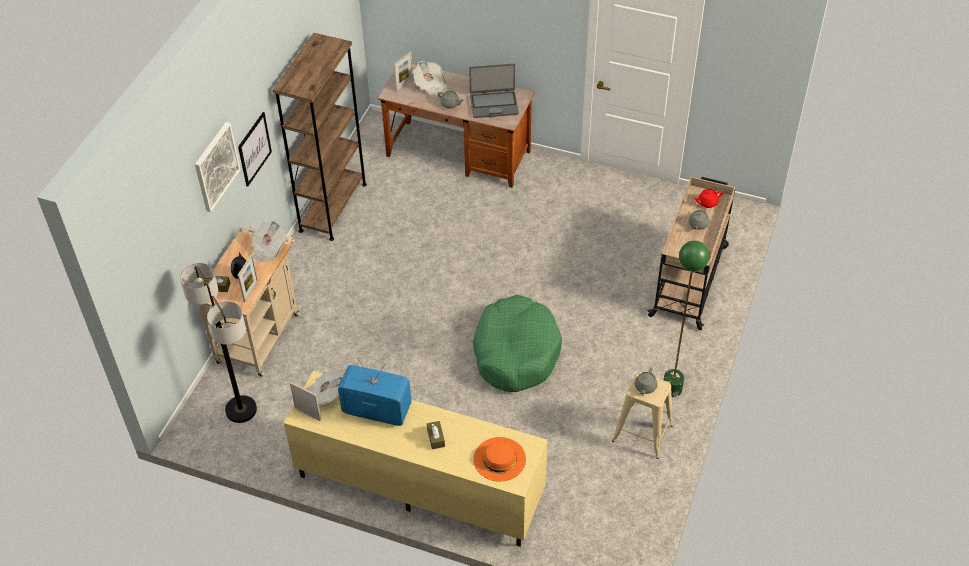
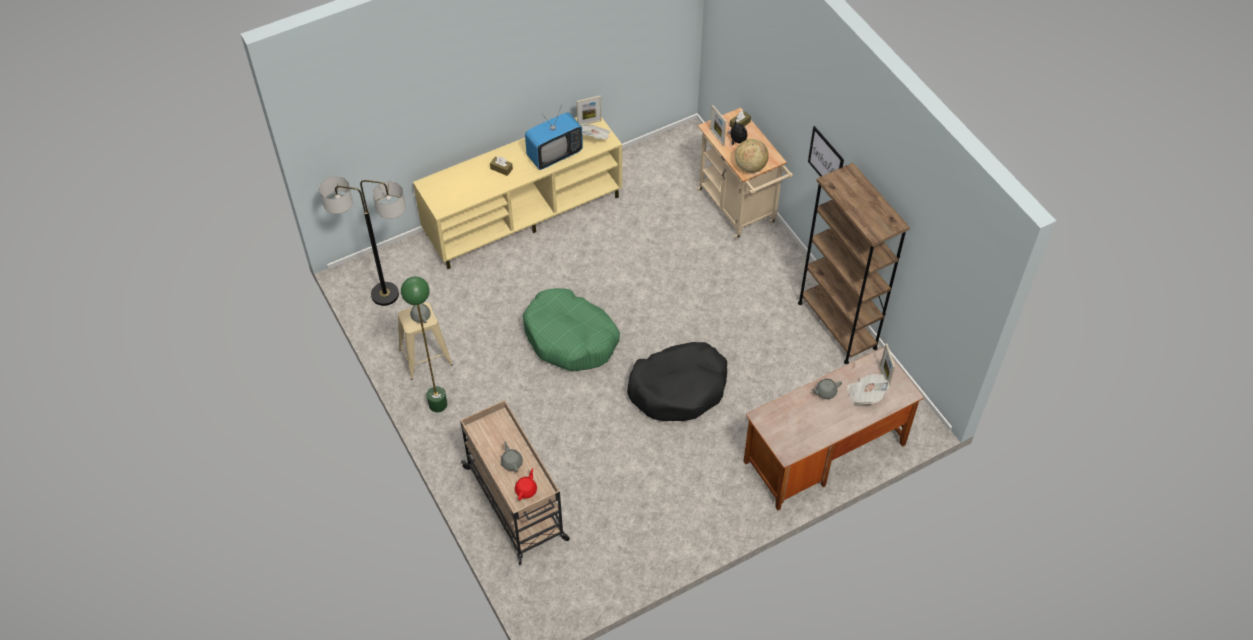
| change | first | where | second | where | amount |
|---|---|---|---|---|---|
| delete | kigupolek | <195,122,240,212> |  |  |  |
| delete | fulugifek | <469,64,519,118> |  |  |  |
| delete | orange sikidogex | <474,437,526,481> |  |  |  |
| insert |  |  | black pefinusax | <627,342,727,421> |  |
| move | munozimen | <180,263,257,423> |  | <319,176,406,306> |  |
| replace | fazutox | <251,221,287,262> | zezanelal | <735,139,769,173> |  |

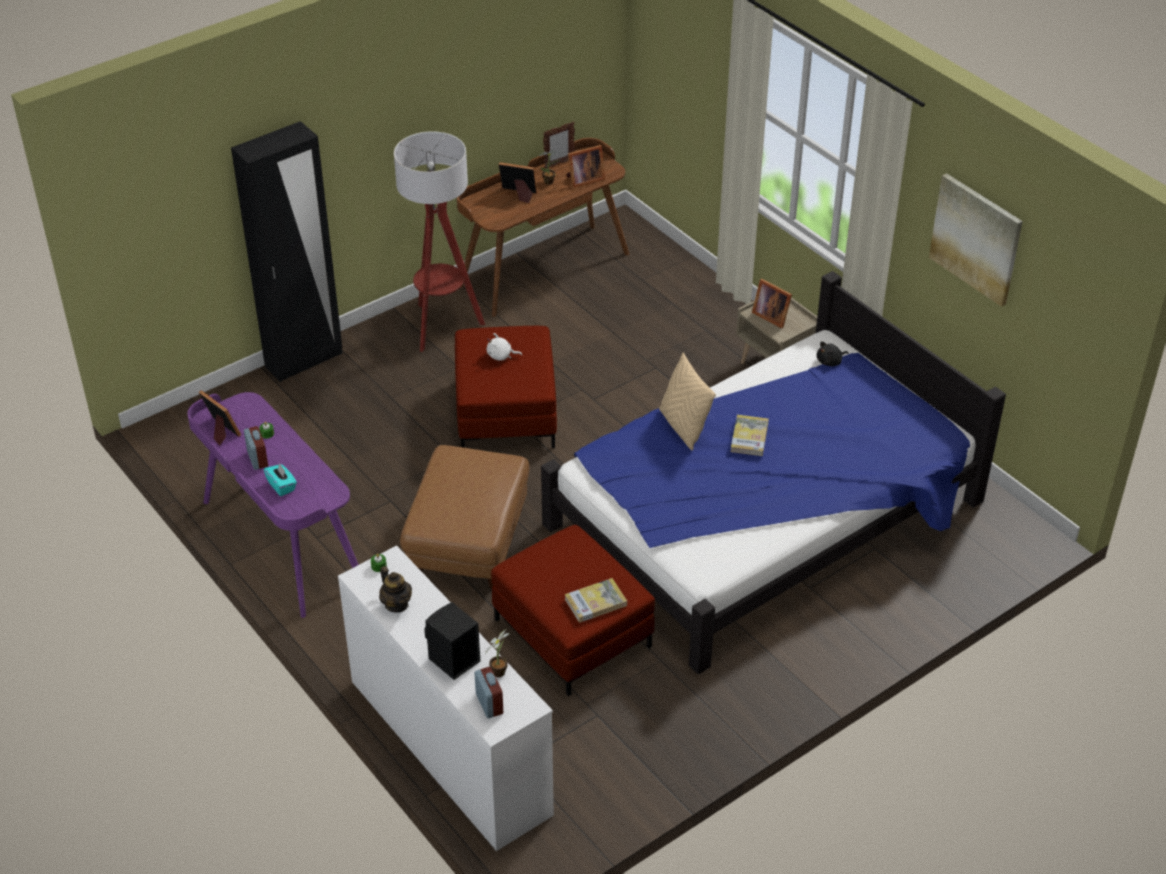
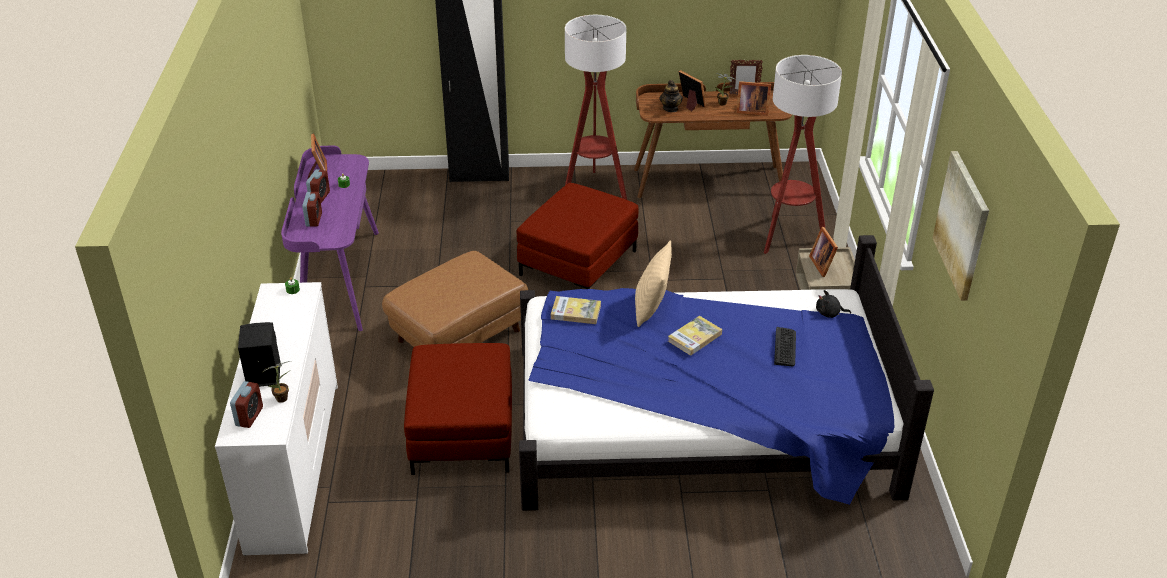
| change | first | where | second | where | amount |
|---|---|---|---|---|---|
| delete | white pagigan | <487,333,522,361> |  |  |  |
| insert |  |  | munozimen | <764,55,842,254> |  |
| insert |  |  | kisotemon | <774,327,796,366> |  |
| move | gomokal | <379,566,412,613> |  | <659,80,683,112> |  |
| move | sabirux | <565,578,627,623> |  | <551,296,601,324> |  |
| replace | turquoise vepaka | <264,463,297,496> | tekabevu | <302,192,322,227> |  |

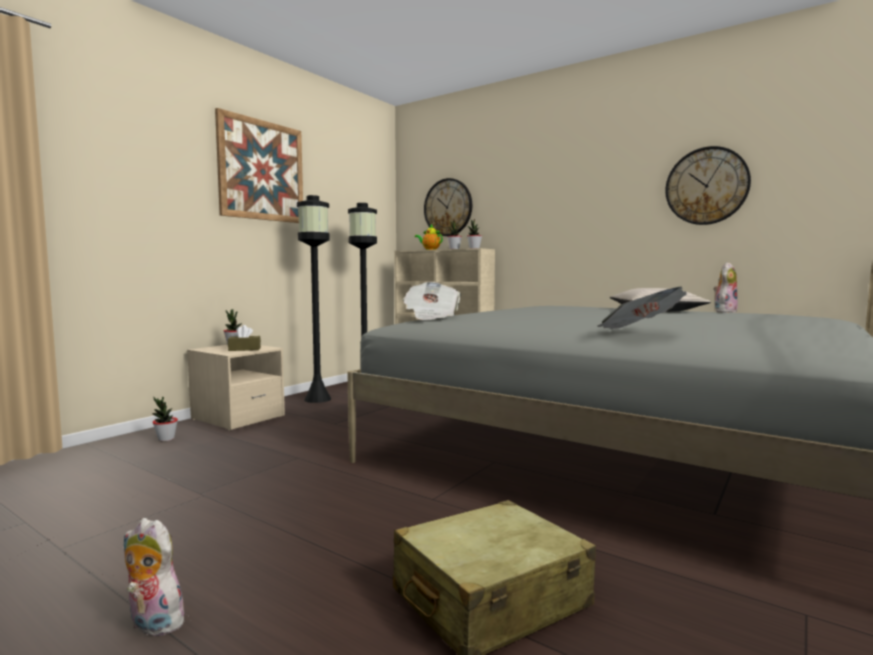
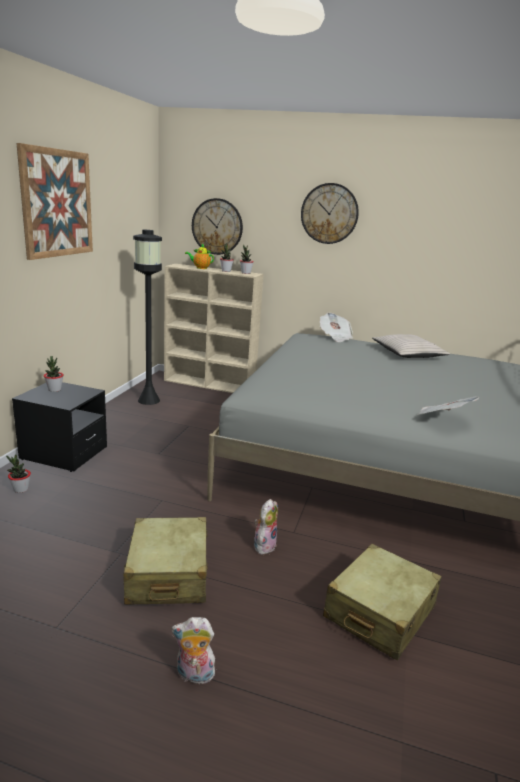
| change | first | where | second | where | amount |
|---|---|---|---|---|---|
| delete | brown vepaka | <228,325,261,351> |  |  |  |
| delete | black munozimen | <297,195,331,403> |  |  |  |
| insert |  |  | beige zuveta | <123,517,208,605> |  |
| move | fazutox | <403,282,461,320> |  | <320,313,353,342> |  |
| move | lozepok | <665,146,751,225> |  | <301,183,359,244> |  |
| move | pagigan | <714,262,738,313> |  | <254,499,278,554> |  |
| recolor | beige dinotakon | <187,345,285,431> | black dinotakon | <12,382,107,472> |  |

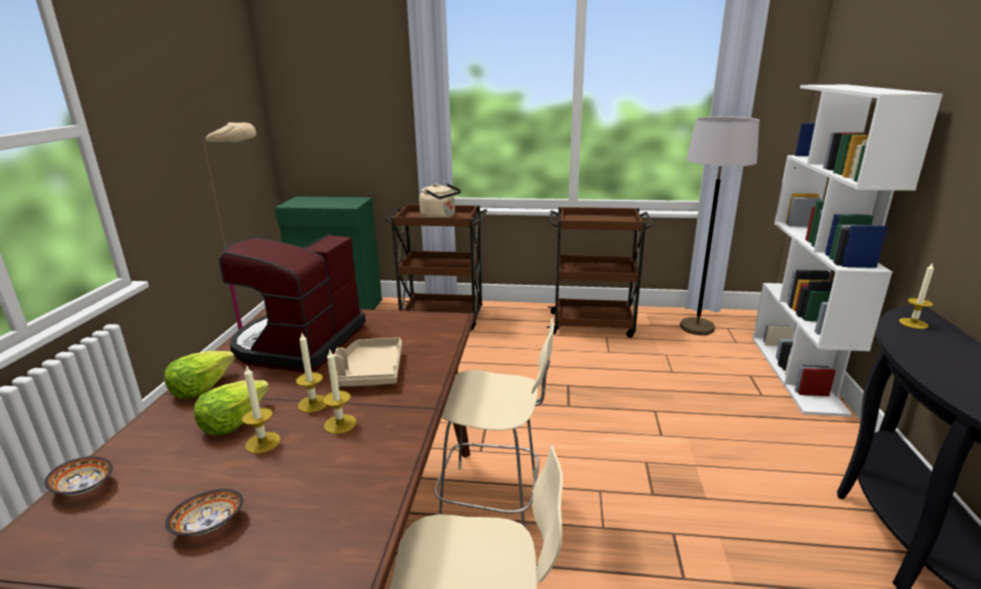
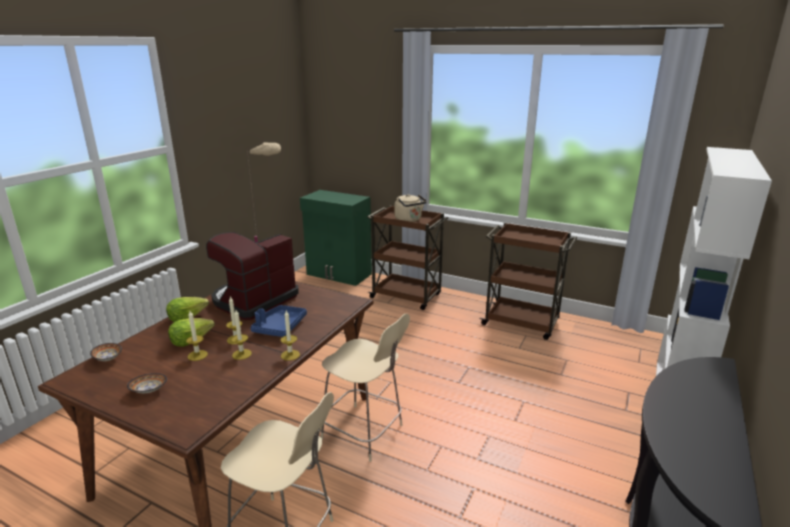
| change | first | where | second | where | amount |
|---|---|---|---|---|---|
| delete | grey munozimen | <680,116,759,335> |  |  |  |
| move | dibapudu | <899,262,934,329> |  | <281,311,300,361> |  |
| recolor | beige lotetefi | <334,338,402,387> | blue lotetefi | <250,305,307,337> |  |

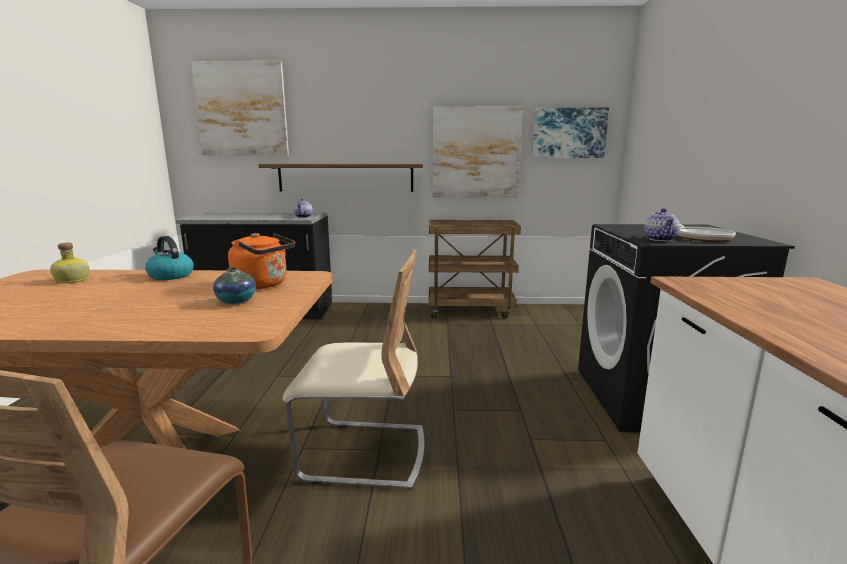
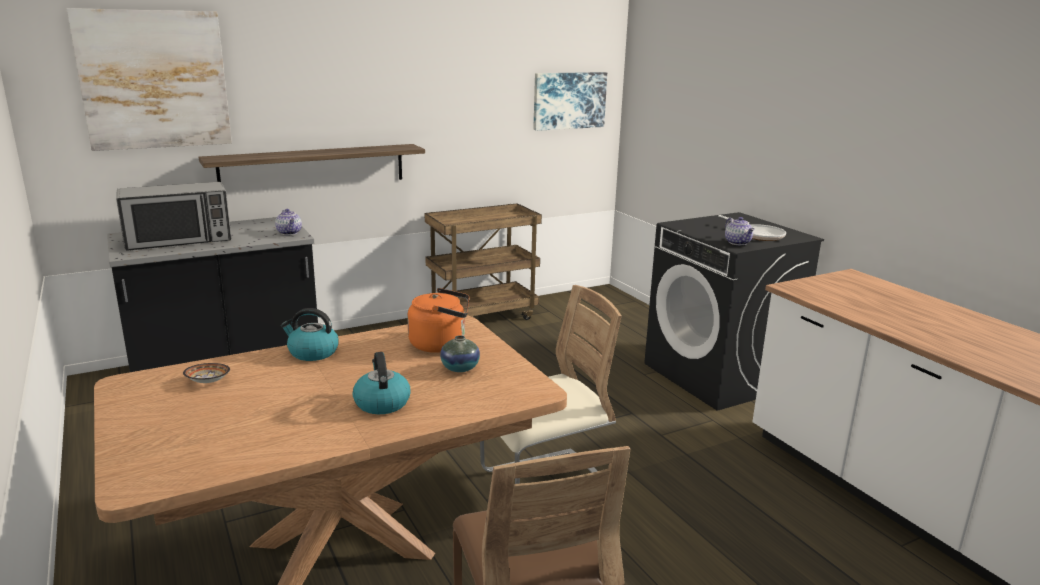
| change | first | where | second | where | amount |
|---|---|---|---|---|---|
| delete | kigupolek | <433,107,523,198> |  |  |  |
| insert |  |  | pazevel | <116,182,231,251> |  |
| insert |  |  | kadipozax | <353,352,410,414> |  |
| replace | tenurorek | <50,243,89,283> | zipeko | <183,363,230,383> |  |

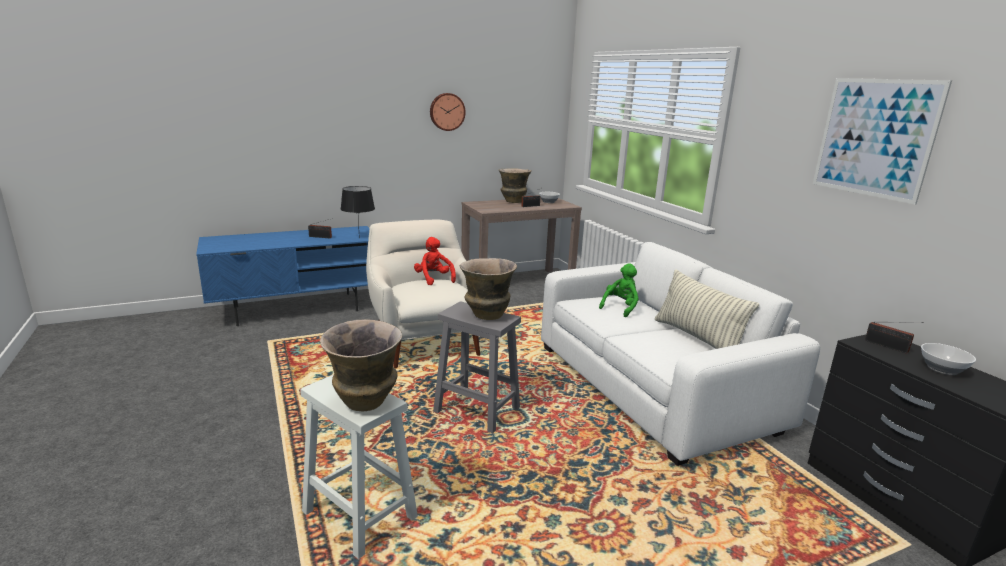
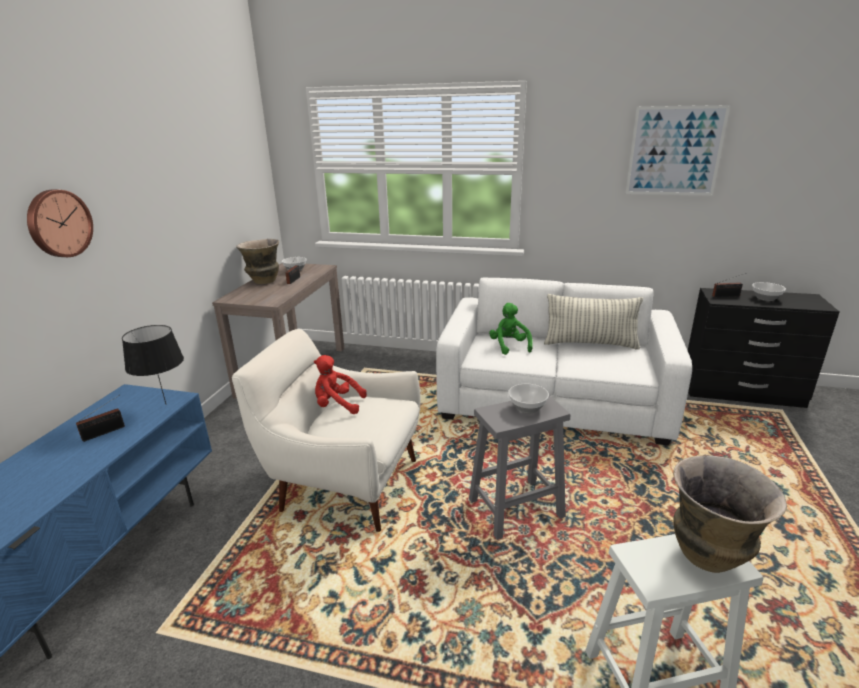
| change | first | where | second | where | amount |
|---|---|---|---|---|---|
| move | lozepok | <430,93,466,131> |  | <27,190,93,257> |  |
| replace | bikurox | <460,258,517,320> | zipeko | <508,384,549,414> |  |

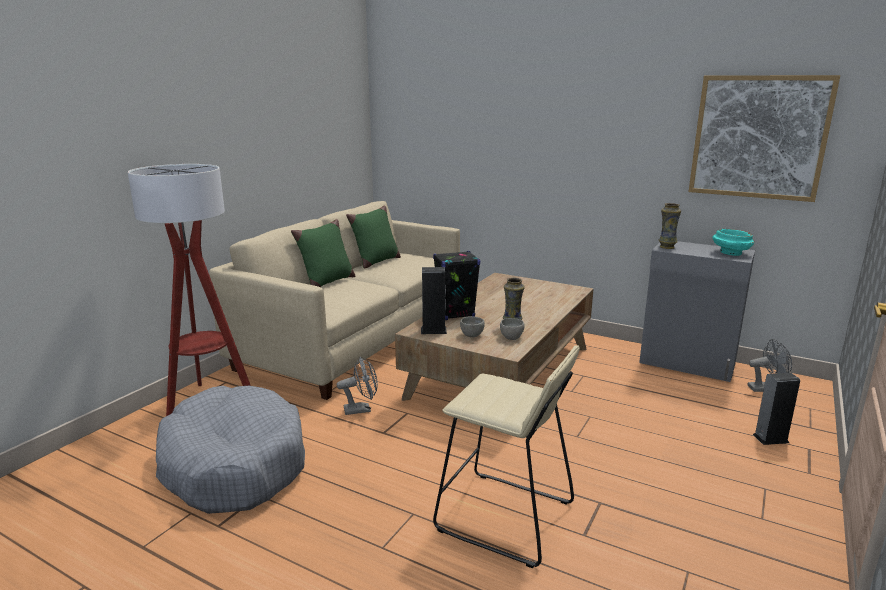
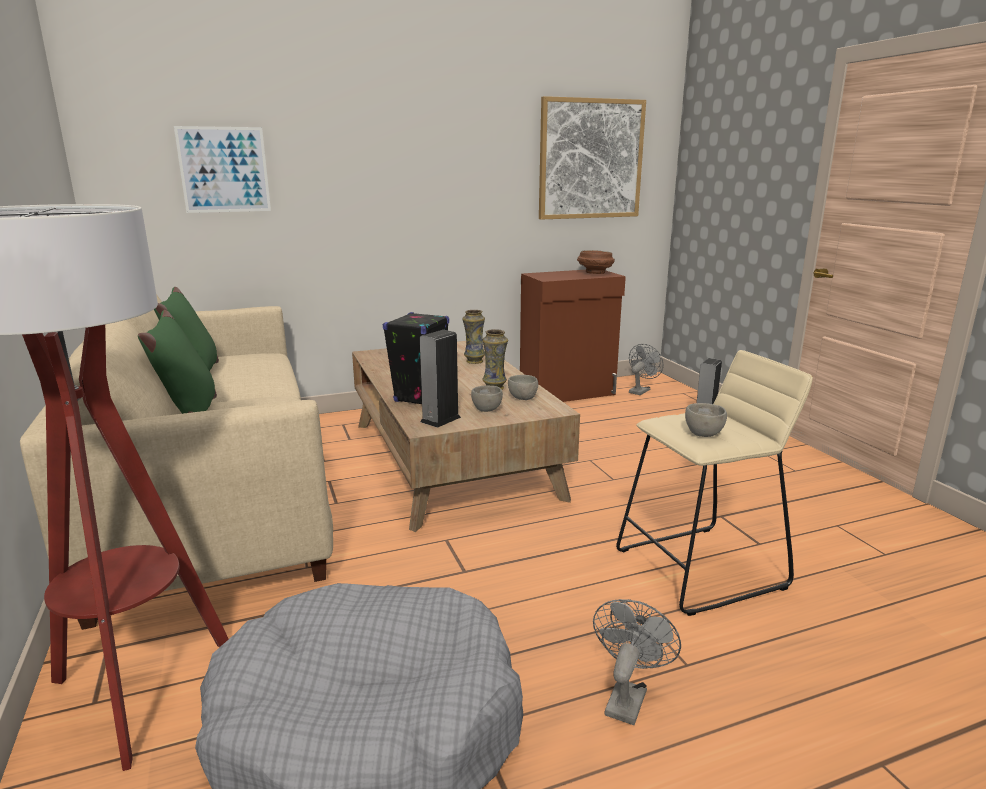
| change | first | where | second | where | amount |
|---|---|---|---|---|---|
| insert |  |  | kigupolek | <174,126,271,213> |  |
| insert |  |  | grey zipeko | <685,403,727,437> |  |
| move | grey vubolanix | <337,357,378,415> |  | <593,599,681,725> |  |
| move | bikurox | <659,203,681,249> |  | <462,310,485,364> |  |
| recolor | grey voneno | <639,241,755,382> | brown voneno | <520,270,626,402> |  |
| recolor | turquoise zipeko | <712,229,754,256> | brown zipeko | <577,250,615,274> |  |

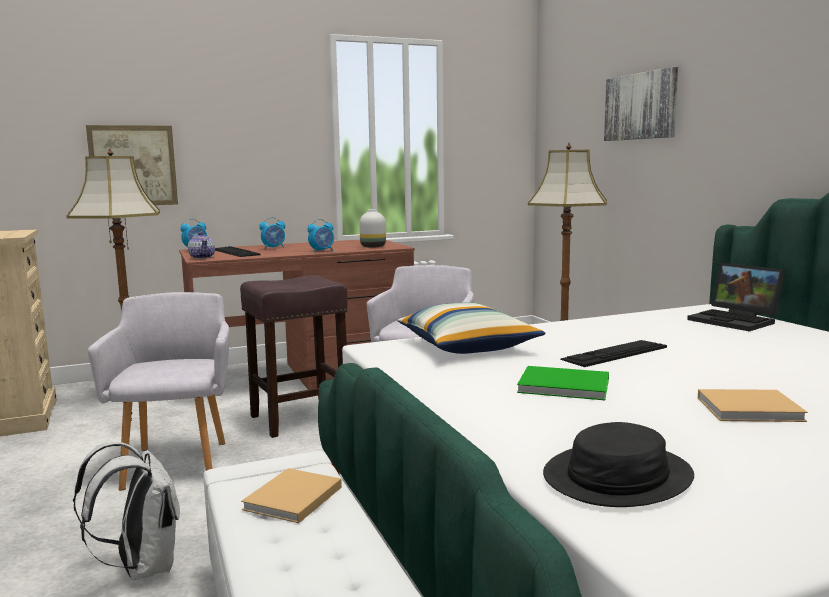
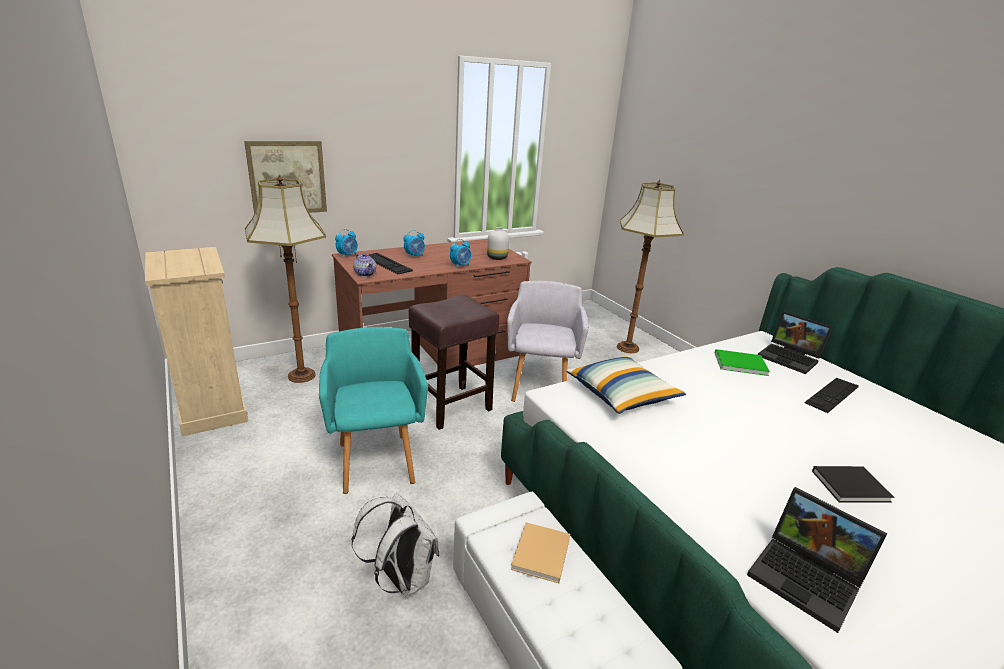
| change | first | where | second | where | amount |
|---|---|---|---|---|---|
| delete | kigupolek | <604,67,678,141> |  |  |  |
| move | green sabirux | <517,366,609,400> |  | <715,349,770,376> |  |
| move | kisotemon | <560,340,667,367> |  | <804,378,859,413> |  |
| replace | black sikidogex | <543,422,694,507> | fulugifek | <747,487,887,633> |  |
| recolor | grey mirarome | <88,292,230,491> | turquoise mirarome | <319,327,428,494> |  |
| recolor | beige sabirux | <698,389,808,422> | black sabirux | <812,466,894,503> |  |

